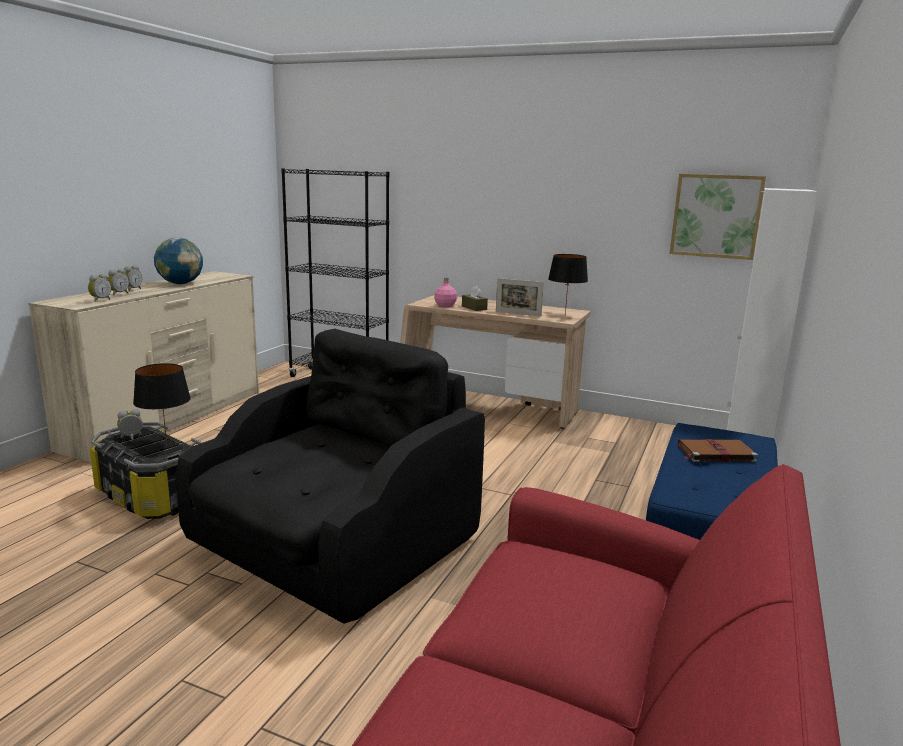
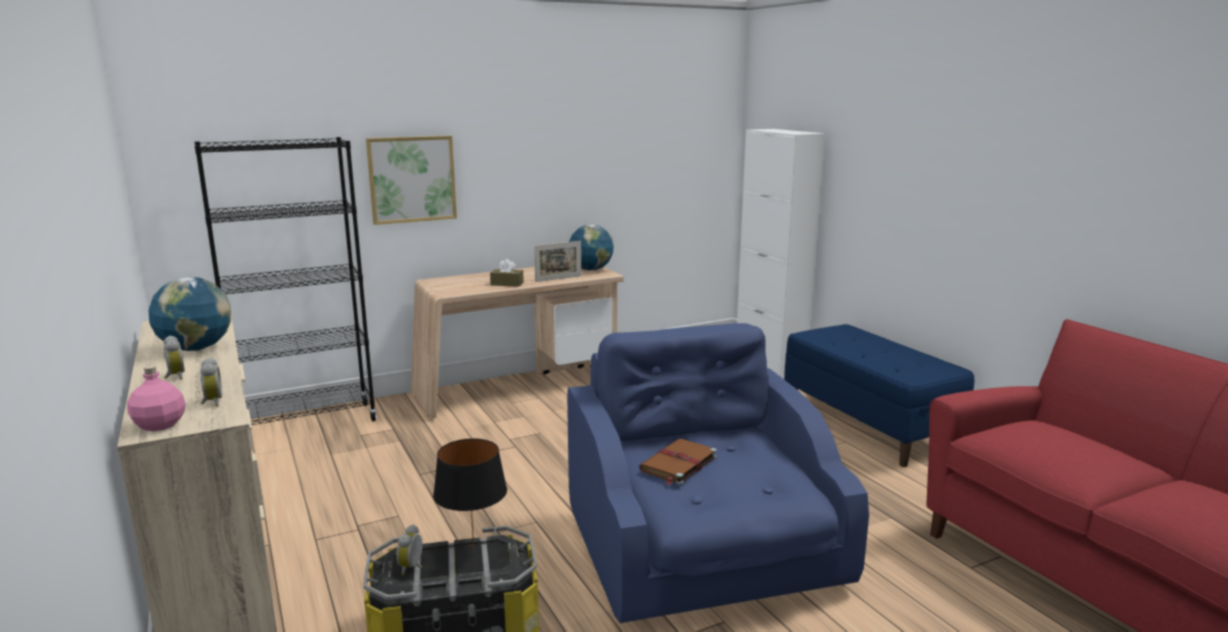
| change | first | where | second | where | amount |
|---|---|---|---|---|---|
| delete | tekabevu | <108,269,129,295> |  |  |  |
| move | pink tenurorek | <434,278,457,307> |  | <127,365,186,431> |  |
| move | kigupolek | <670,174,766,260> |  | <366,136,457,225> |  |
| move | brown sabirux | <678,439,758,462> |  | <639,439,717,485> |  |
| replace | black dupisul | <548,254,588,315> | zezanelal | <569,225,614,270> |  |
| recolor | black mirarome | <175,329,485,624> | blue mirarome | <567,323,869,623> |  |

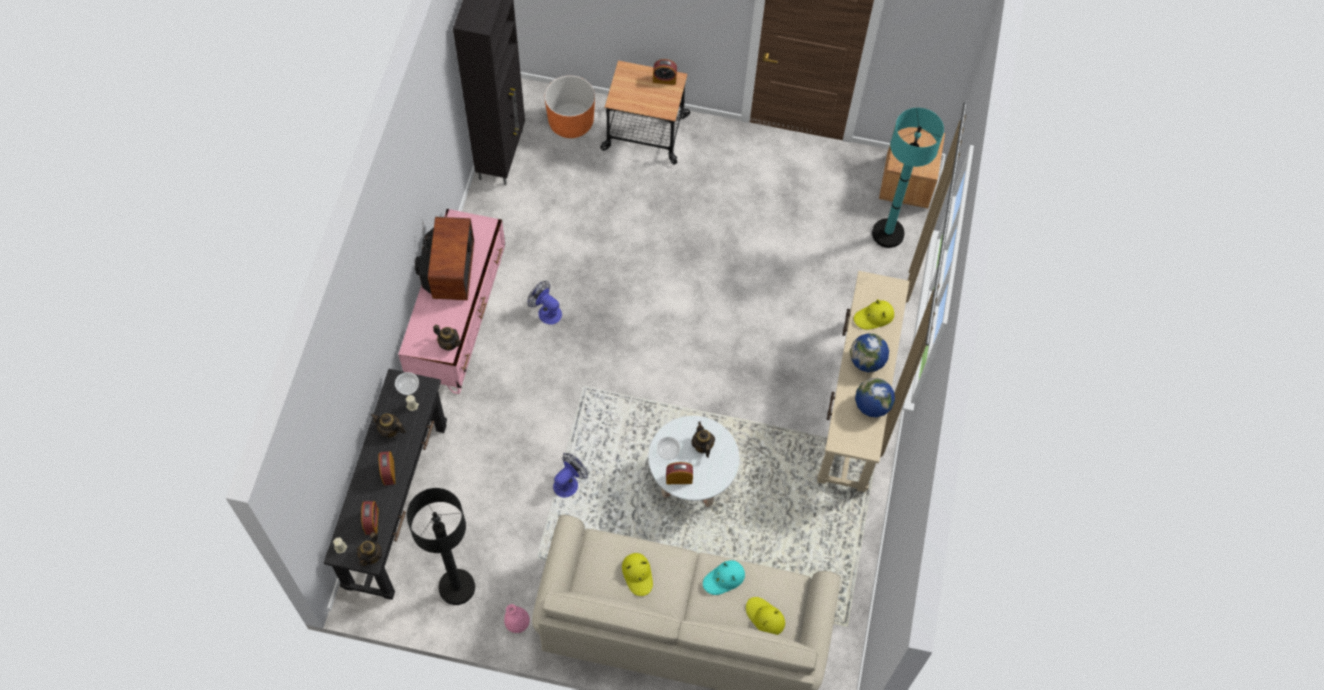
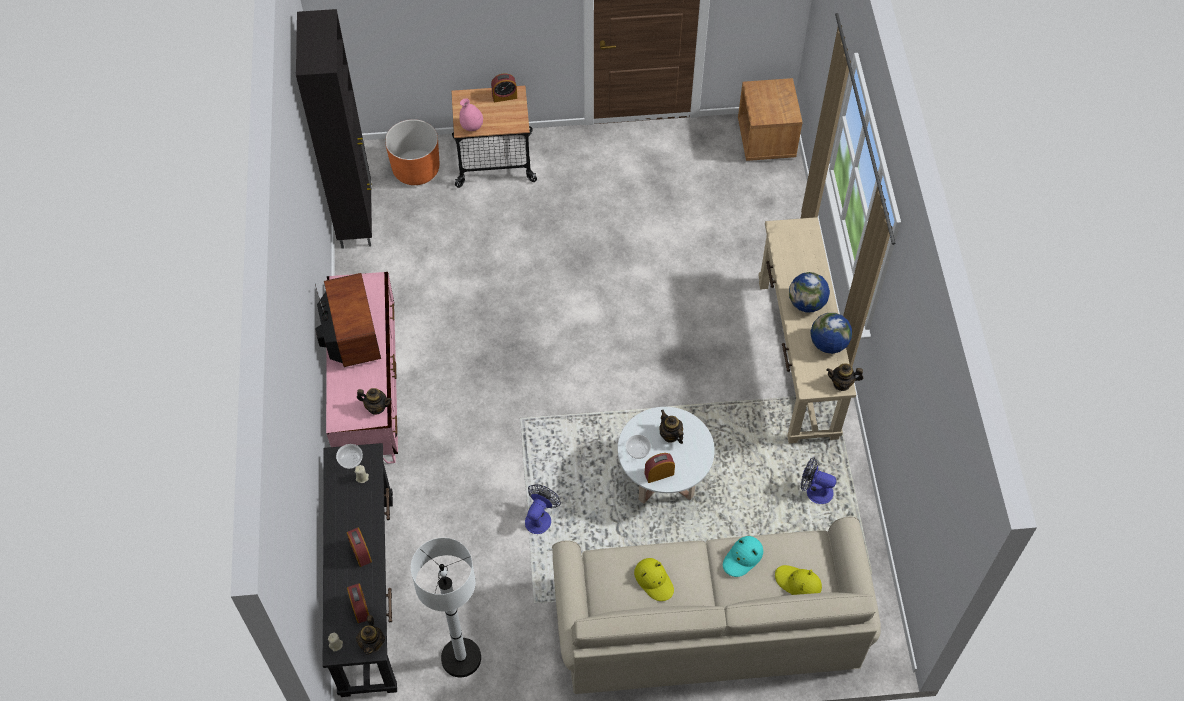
| change | first | where | second | where | amount |
|---|---|---|---|---|---|
| delete | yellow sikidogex | <854,299,894,330> |  |  |  |
| delete | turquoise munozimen | <872,108,944,248> |  |  |  |
| move | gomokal | <371,414,406,438> |  | <826,363,863,391> |  |
| move | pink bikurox | <504,604,530,633> |  | <459,98,483,131> |  |
| move | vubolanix | <527,281,562,325> |  | <801,457,837,504> |  |
| recolor | black munozimen | <407,488,475,605> | white munozimen | <411,538,481,678> |  |

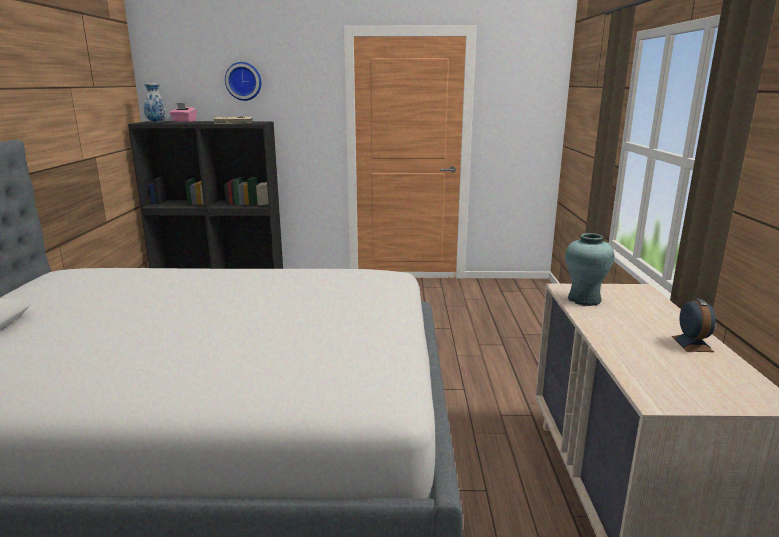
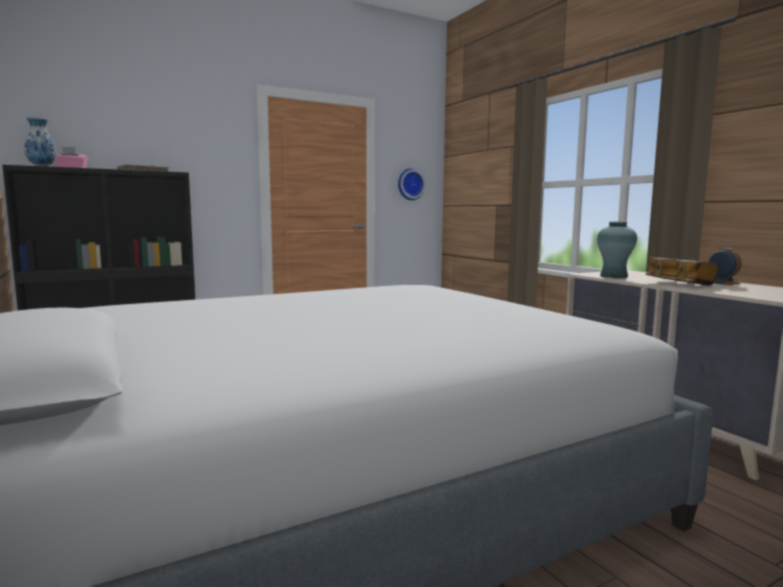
| change | first | where | second | where | amount |
|---|---|---|---|---|---|
| insert |  |  | sabirux | <645,257,718,286> |  |
| move | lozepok | <225,62,262,101> |  | <398,168,425,200> |  |

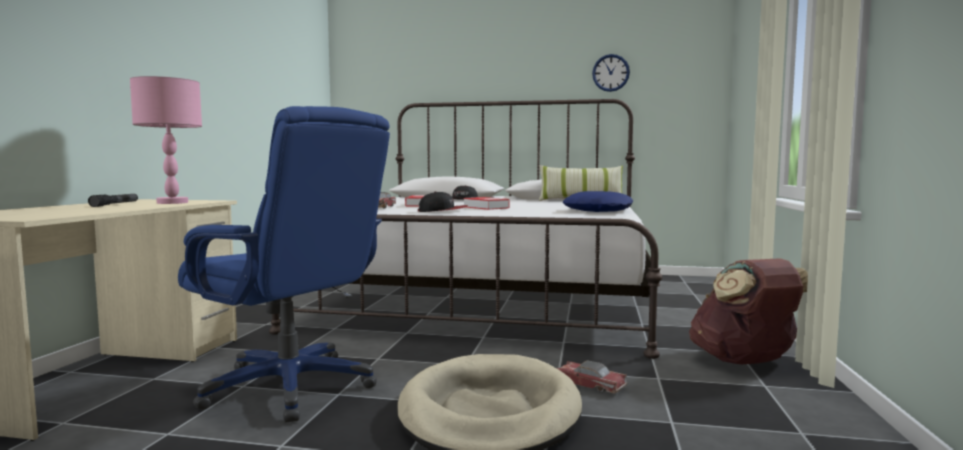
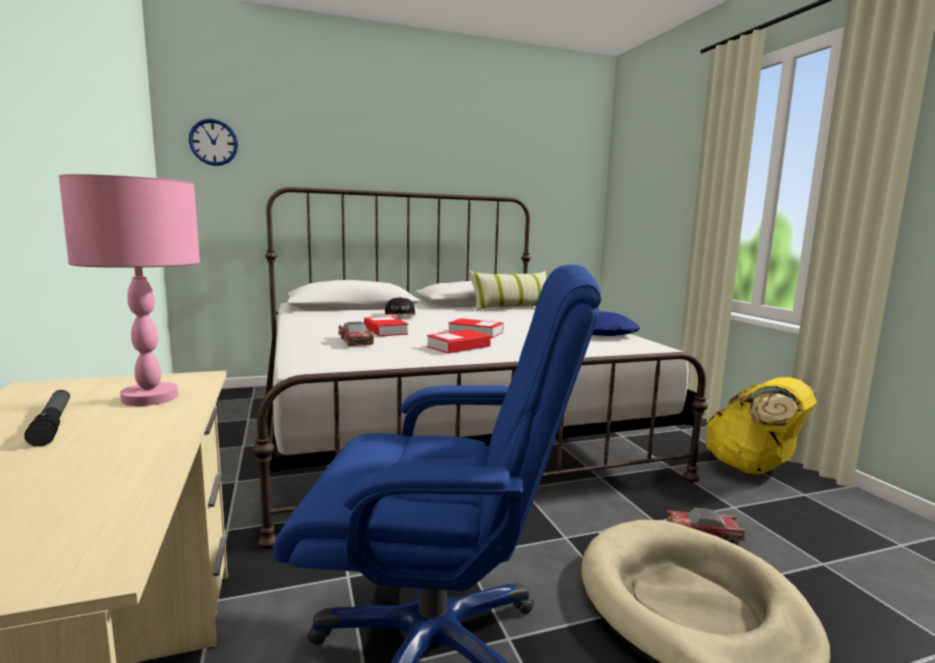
| change | first | where | second | where | amount |
|---|---|---|---|---|---|
| move | lozepok | <592,54,630,92> |  | <189,119,238,166> |  |
| replace | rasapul | <418,191,467,212> | sabirux | <427,330,491,354> |  |
| recolor | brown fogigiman | <689,258,808,364> | yellow fogigiman | <705,377,817,474> |  |

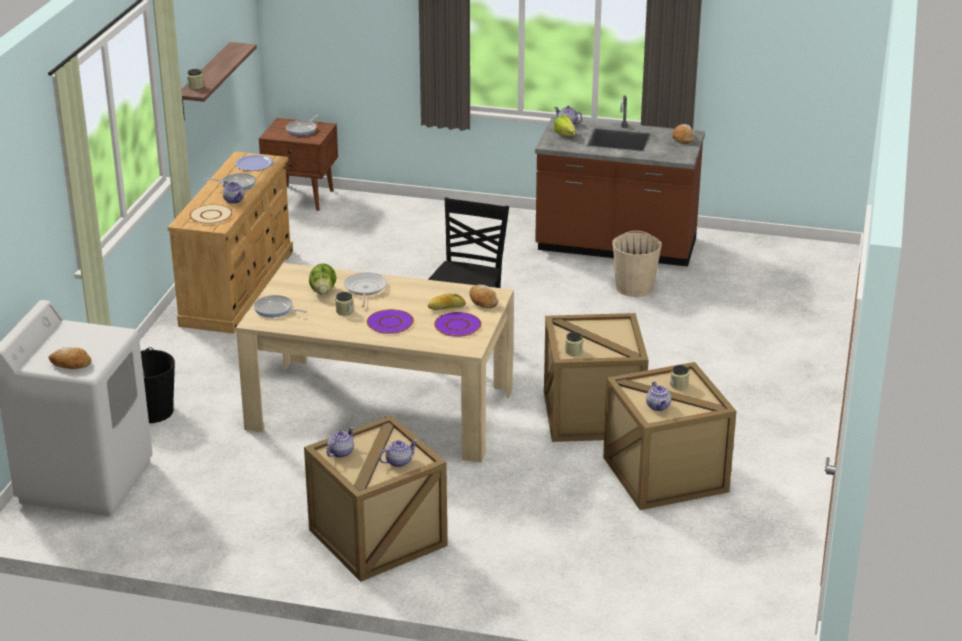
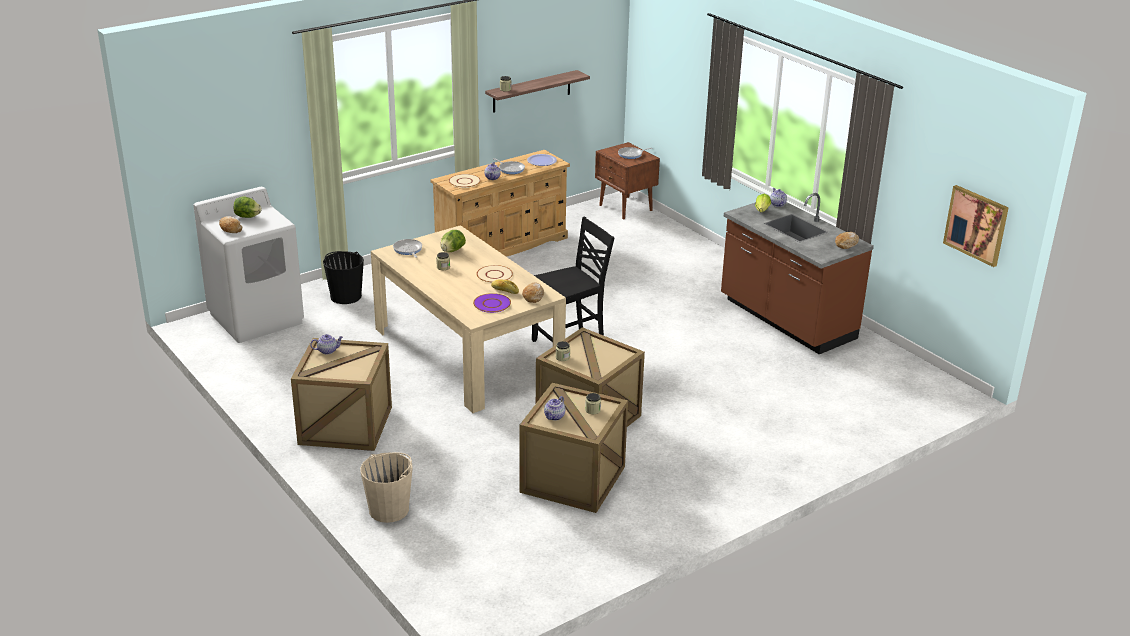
| change | first | where | second | where | amount |
|---|---|---|---|---|---|
| delete | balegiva | <344,272,387,307> |  |  |  |
| delete | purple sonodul | <367,309,414,334> |  |  |  |
| delete | gomokal | <379,440,418,467> |  |  |  |
| insert |  |  | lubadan | <234,196,261,218> |  |
| insert |  |  | beige sonodul | <476,265,513,283> |  |
| insert |  |  | kigupolek | <943,185,1009,267> |  |
| move | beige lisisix | <613,231,662,297> |  | <360,452,413,523> |  |

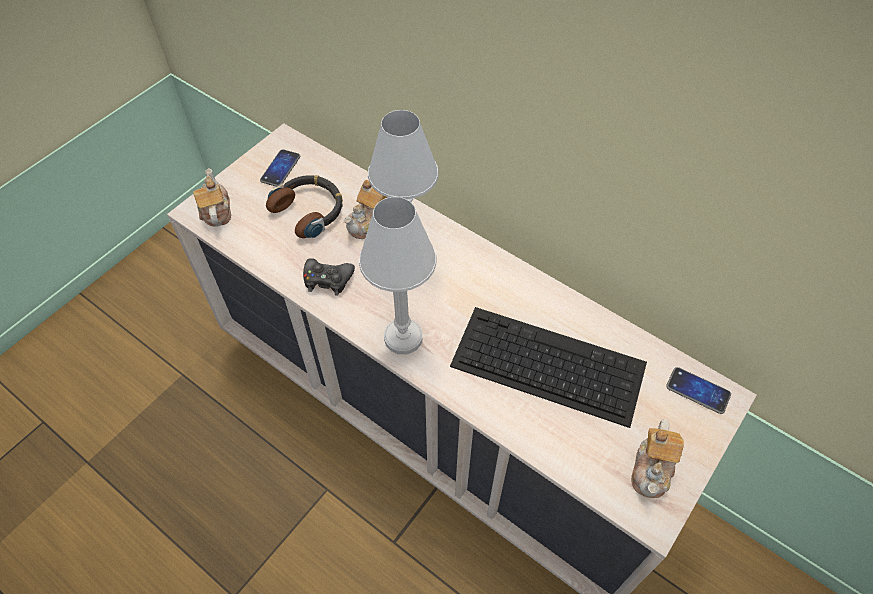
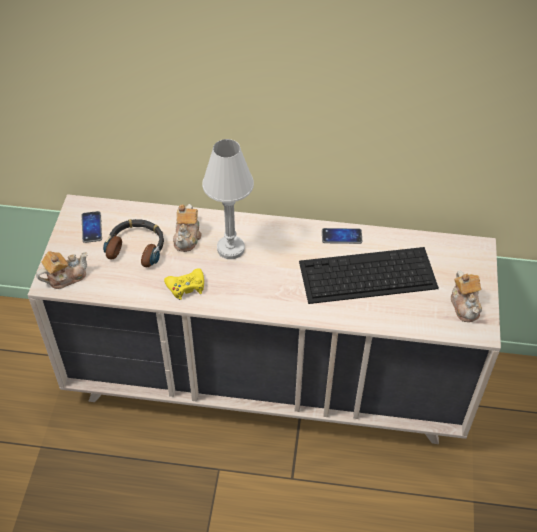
| change | first | where | second | where | amount |
|---|---|---|---|---|---|
| delete | white dupisul | <359,197,436,354> |  |  |  |
| move | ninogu | <666,367,731,414> |  | <322,228,362,244> |  |
| recolor | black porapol | <303,258,355,296> | yellow porapol | <164,268,204,300> |  |
| rotate | gomokal | <193,168,231,227> |  | <36,251,88,289> | 105 degrees clockwise |

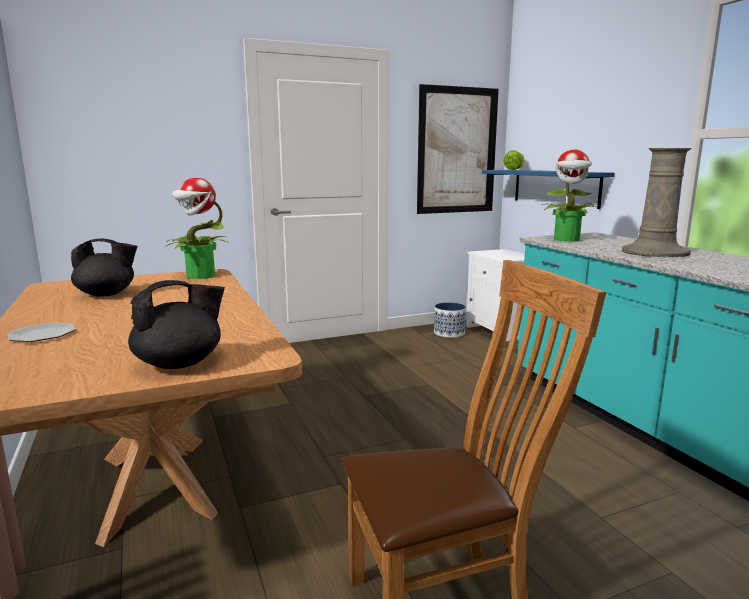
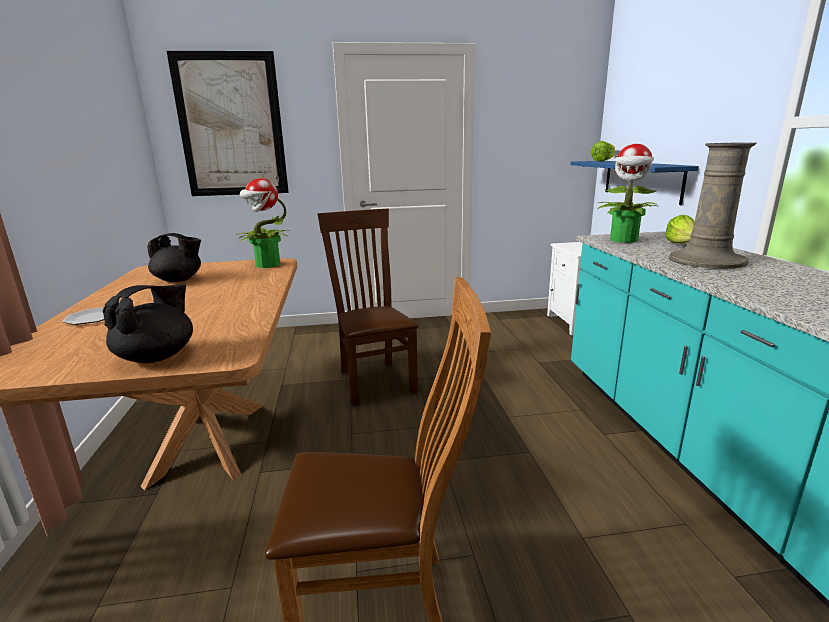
| change | first | where | second | where | amount |
|---|---|---|---|---|---|
| delete | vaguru | <434,302,466,338> |  |  |  |
| insert |  |  | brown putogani | <317,209,419,406> |  |
| insert |  |  | lubadan | <665,215,694,244> |  |
| move | kigupolek | <417,84,499,214> |  | <166,51,289,196> |  |
| rotate | black gomokal | <128,280,225,369> |  | <102,285,193,363> | 45 degrees counterclockwise |

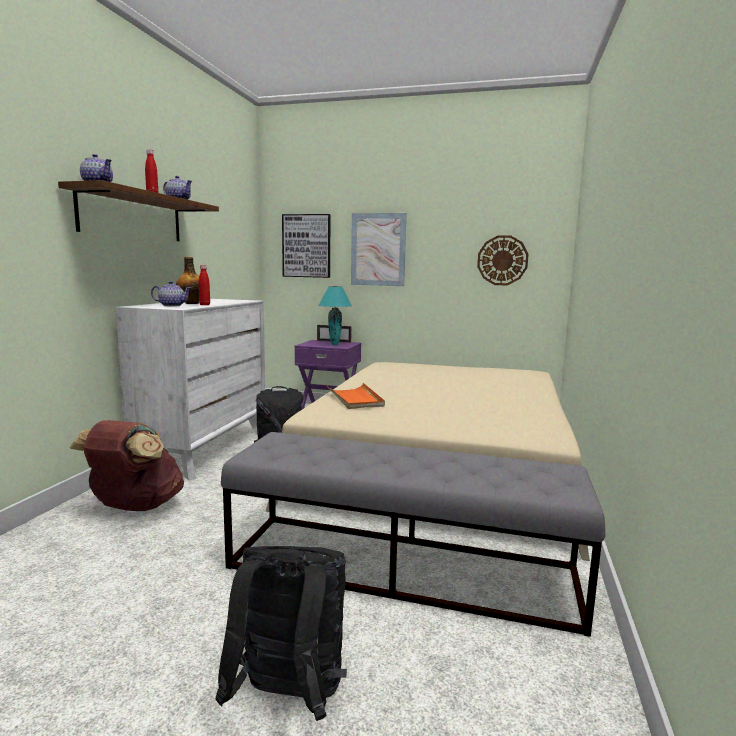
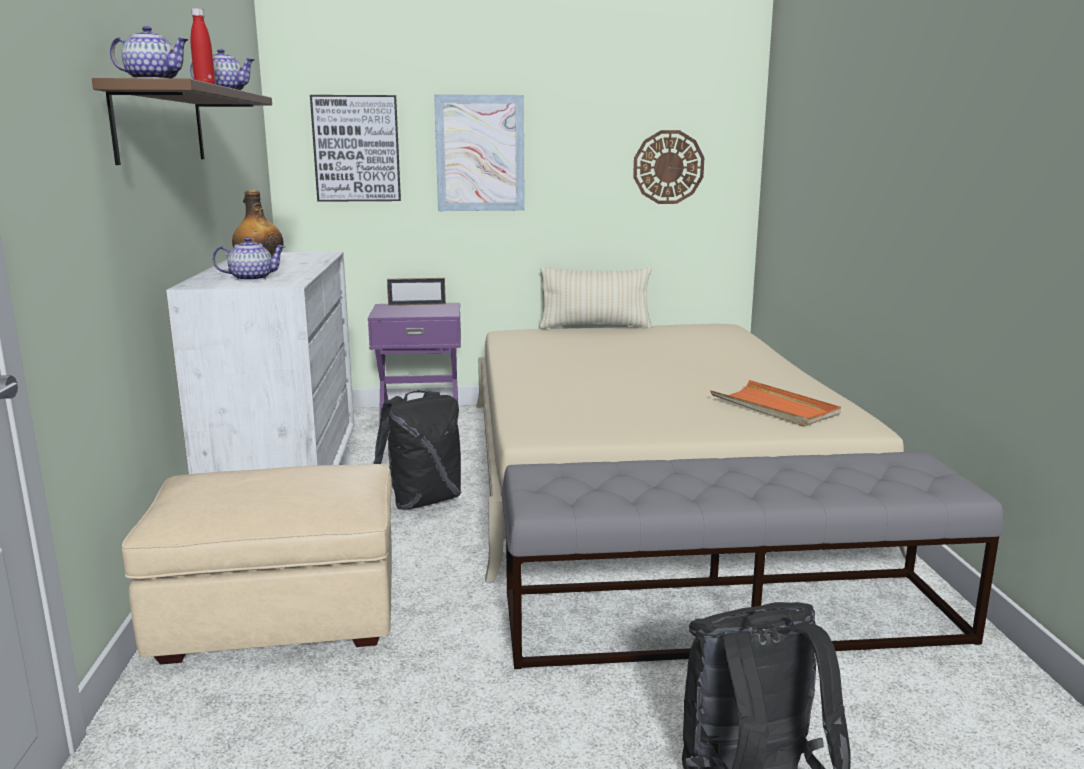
| change | first | where | second | where | amount |
|---|---|---|---|---|---|
| delete | red tenurorek | <199,265,210,305> |  |  |  |
| delete | turquoise dupisul | <319,286,352,345> |  |  |  |
| insert |  |  | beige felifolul | <539,267,652,329> |  |
| move | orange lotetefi | <326,383,385,409> |  | <710,380,841,427> |  |
| replace | brown fogigiman | <70,420,184,511> | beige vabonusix | <121,464,392,665> |  |

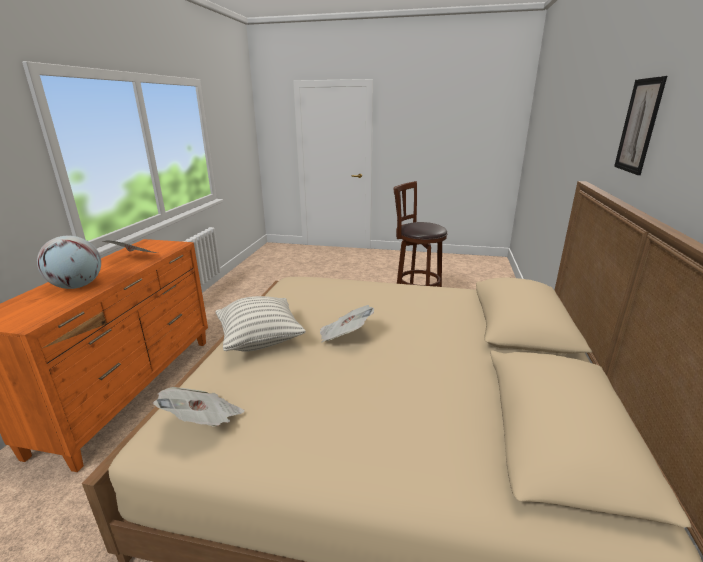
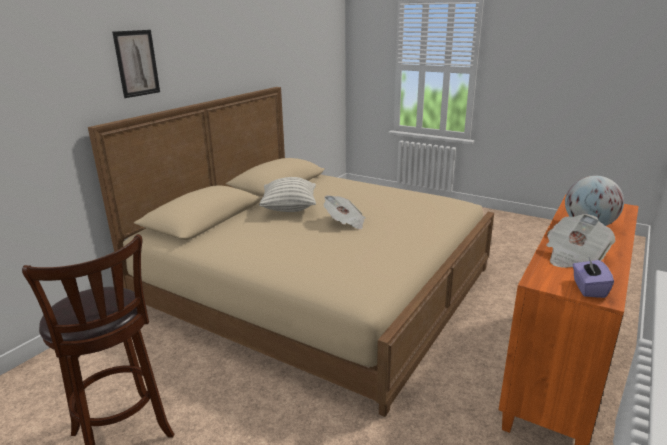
| change | first | where | second | where | amount |
|---|---|---|---|---|---|
| delete | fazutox | <153,387,245,427> |  |  |  |
| insert |  |  | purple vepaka | <573,255,614,298> |  |
| move | felifolul | <216,296,306,352> |  | <259,177,316,212> |  |

